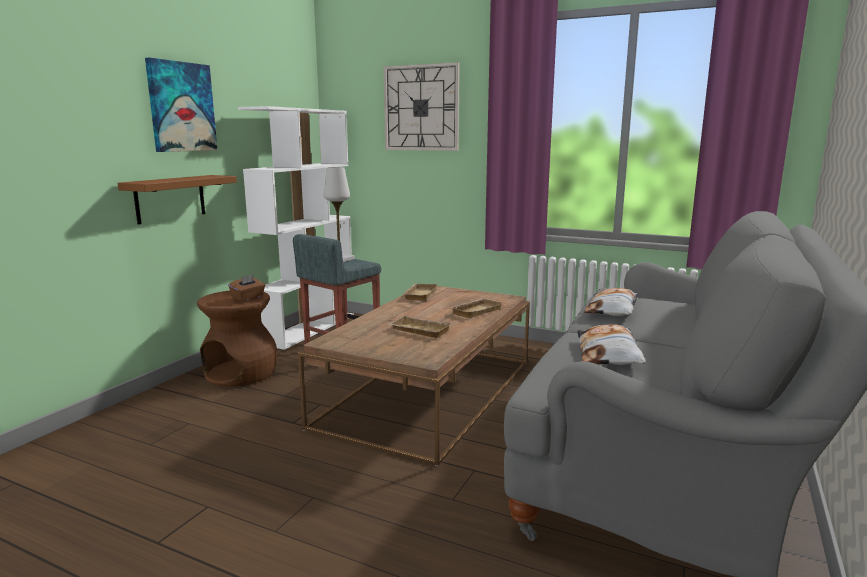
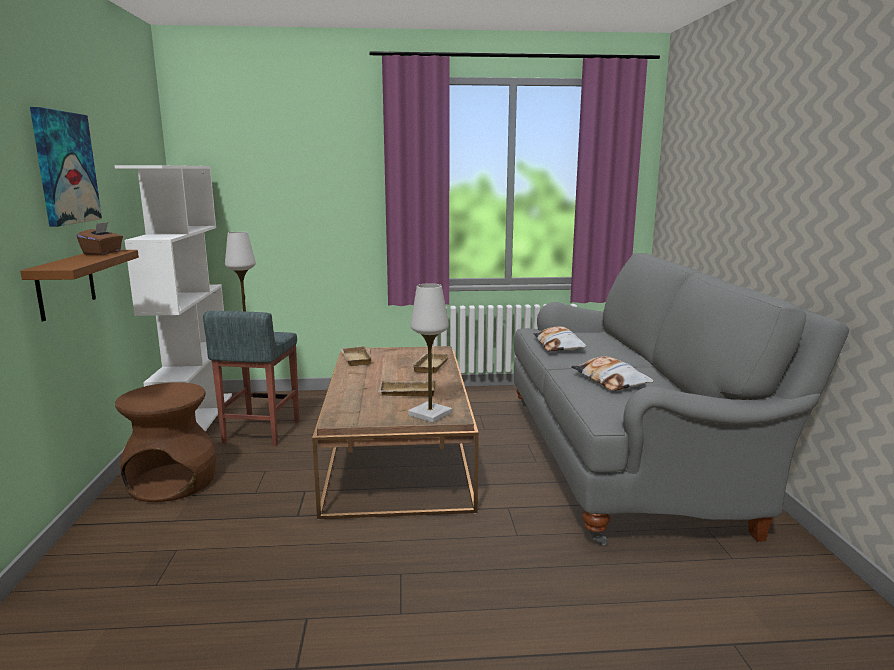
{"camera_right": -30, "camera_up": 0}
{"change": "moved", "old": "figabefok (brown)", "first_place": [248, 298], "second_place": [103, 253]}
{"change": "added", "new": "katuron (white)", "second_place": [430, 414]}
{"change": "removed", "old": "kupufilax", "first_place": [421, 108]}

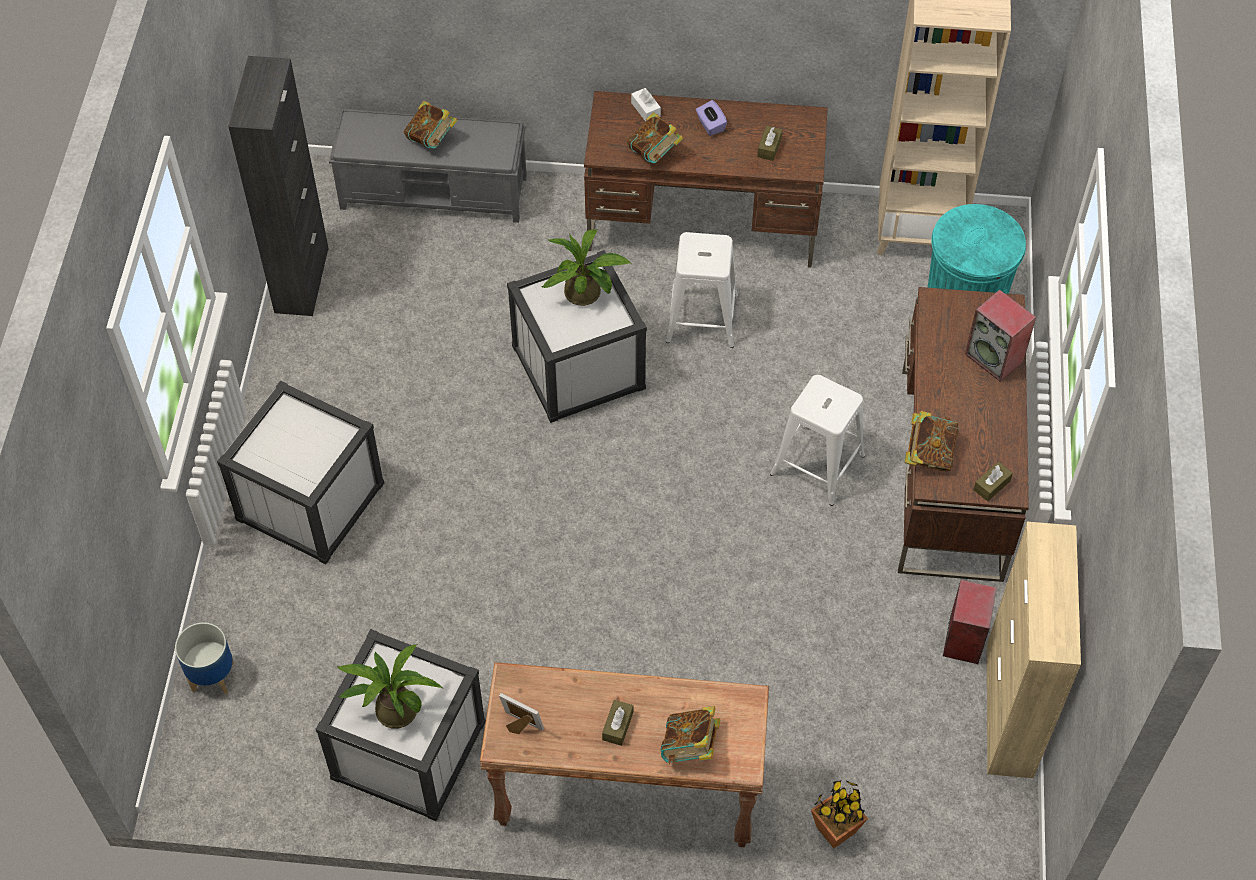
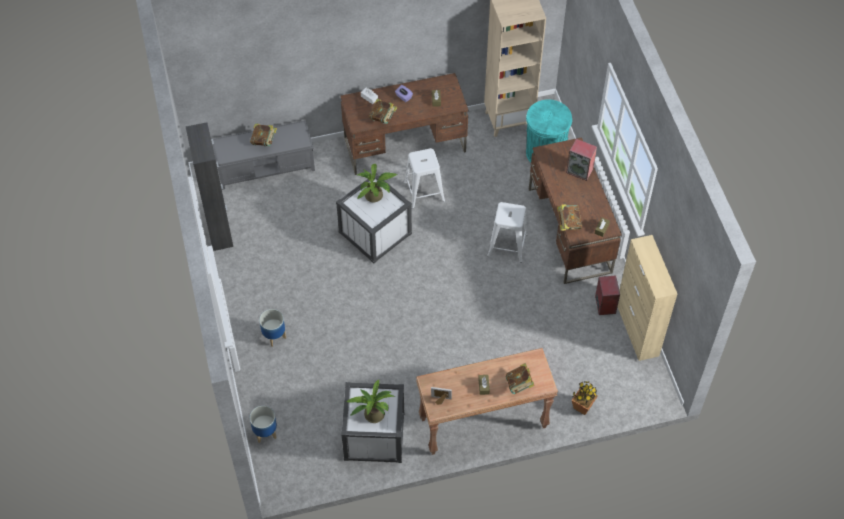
{"camera_right": -20, "camera_up": 0}
{"change": "replaced", "old": "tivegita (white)", "new": "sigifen", "first_place": [310, 501], "second_place": [274, 336]}

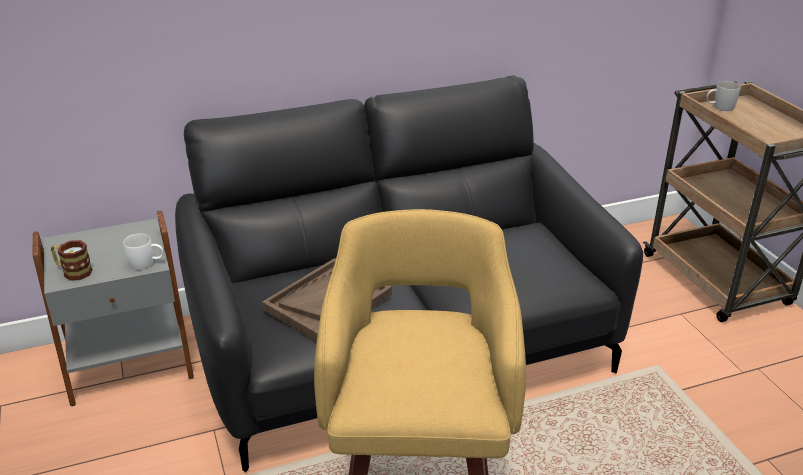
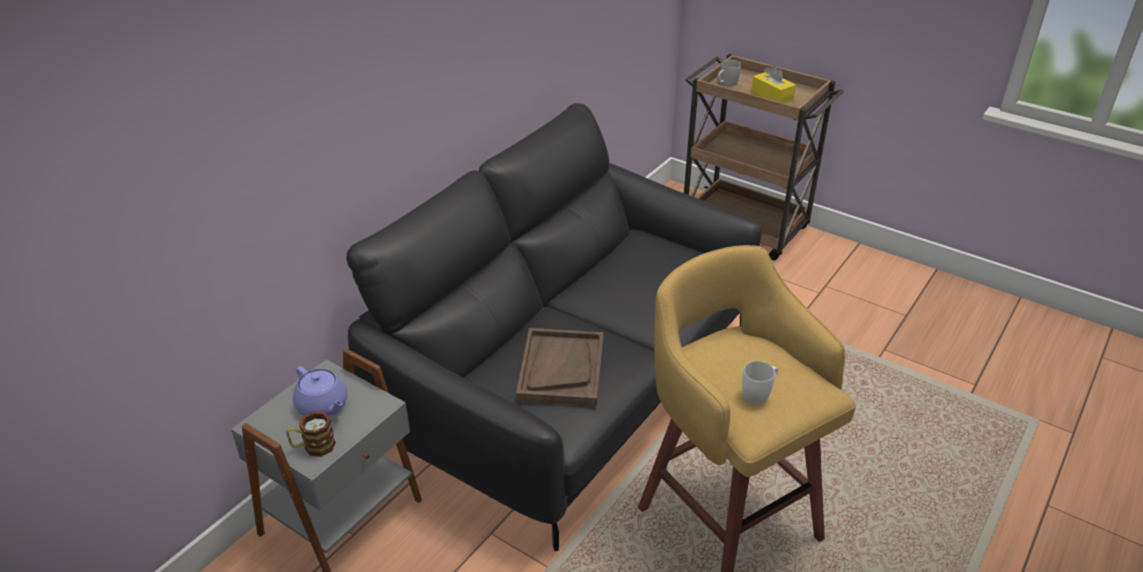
{"camera_right": -35, "camera_up": 5}
{"change": "added", "new": "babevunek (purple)", "second_place": [323, 406]}
{"change": "moved", "old": "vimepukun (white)", "first_place": [147, 264], "second_place": [759, 392]}
{"change": "added", "new": "figabefok (yellow)", "second_place": [772, 96]}

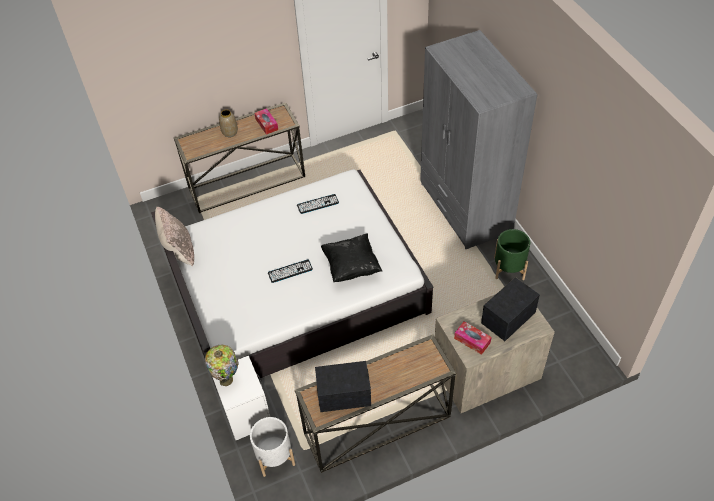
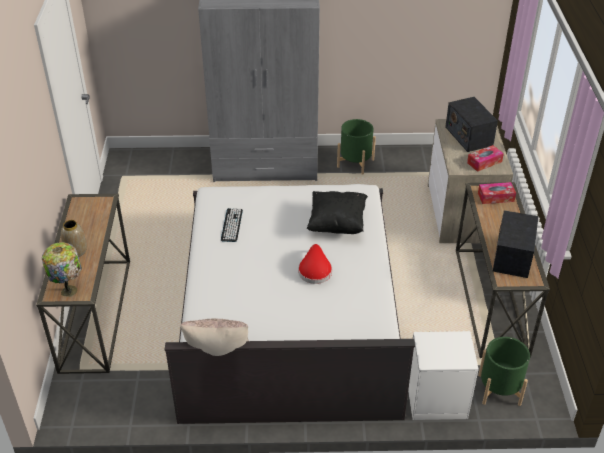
{"camera_right": -70, "camera_up": -10}
{"change": "moved", "old": "katuron", "first_place": [227, 379], "second_place": [69, 290]}
{"change": "replaced", "old": "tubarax", "new": "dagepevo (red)", "first_place": [290, 271], "second_place": [314, 270]}
{"change": "moved", "old": "figabefok", "first_place": [266, 124], "second_place": [495, 197]}
{"change": "recoloured", "old": "sigifen (white)", "new": "sigifen (green)", "first_place": [274, 456], "second_place": [499, 389]}

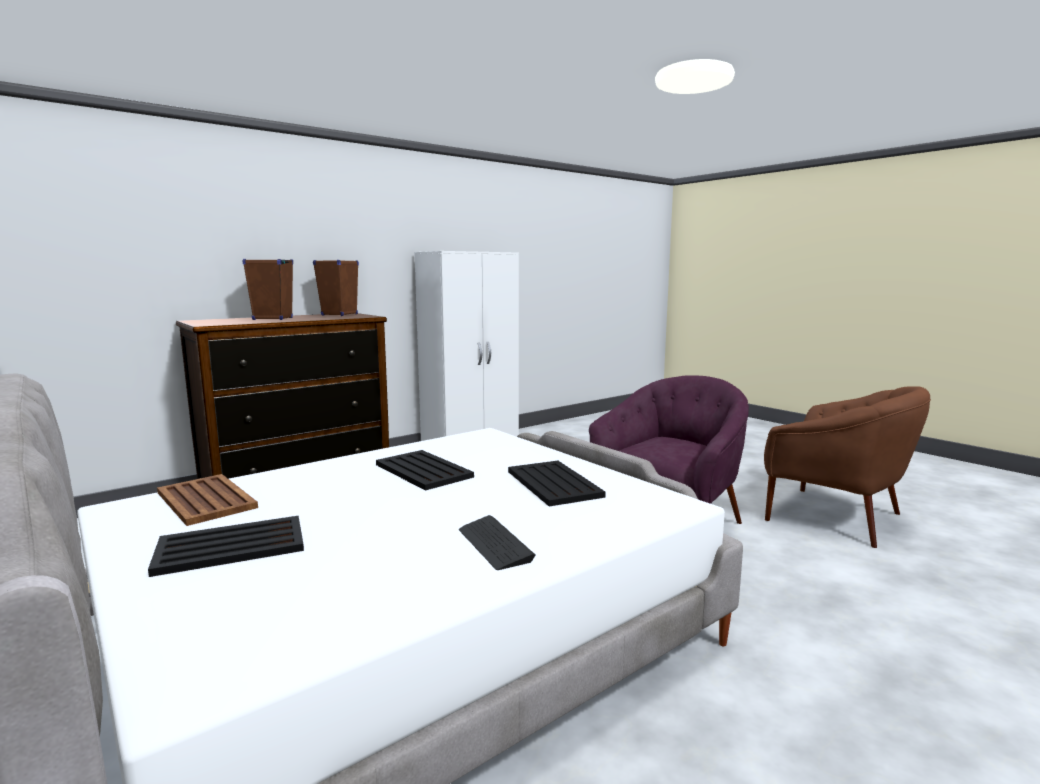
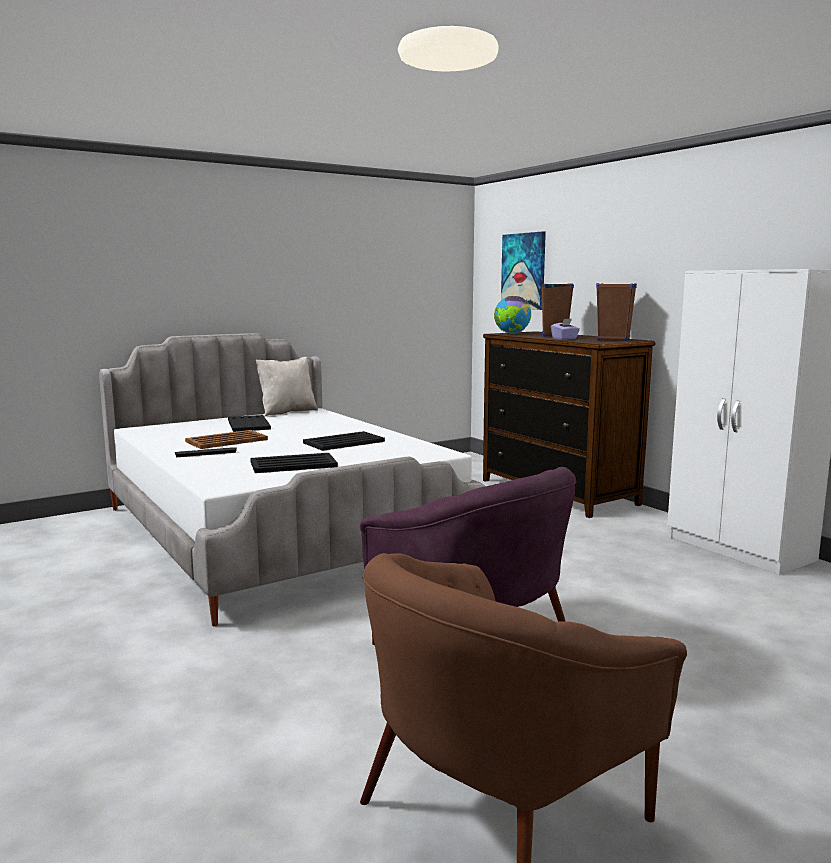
{"camera_right": 95, "camera_up": 0}
{"change": "moved", "old": "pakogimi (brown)", "first_place": [206, 499], "second_place": [227, 440]}
{"change": "added", "new": "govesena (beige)", "second_place": [287, 412]}
{"change": "added", "new": "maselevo", "second_place": [512, 333]}
{"change": "added", "new": "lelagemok", "second_place": [523, 271]}
{"change": "added", "new": "figabefok (purple)", "second_place": [565, 339]}

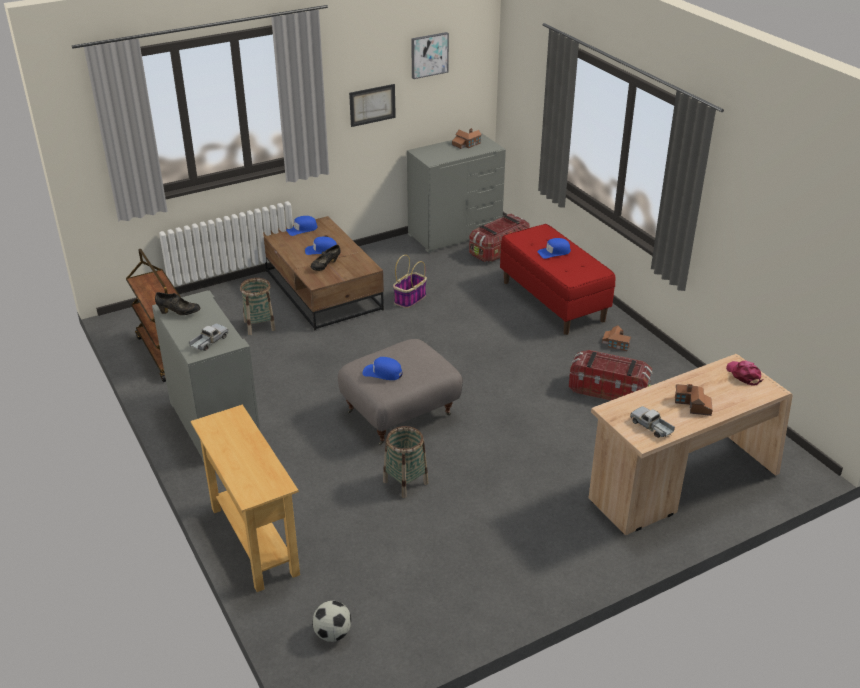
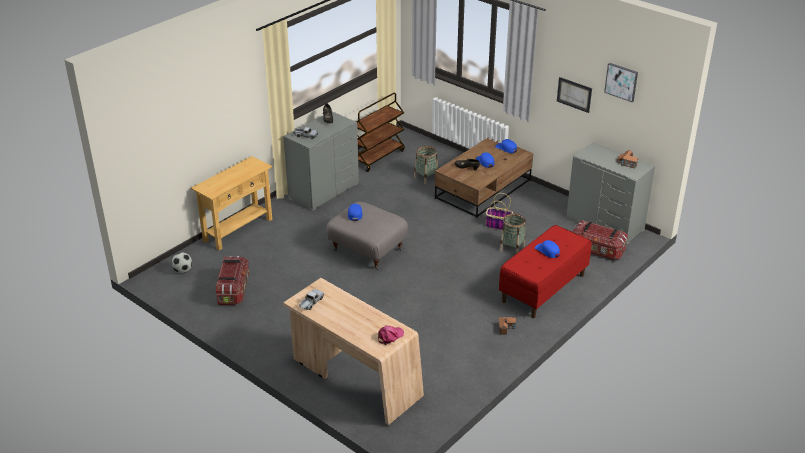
{"camera_right": 70, "camera_up": 0}
{"change": "moved", "old": "tivegita", "first_place": [608, 390], "second_place": [233, 290]}
{"change": "moved", "old": "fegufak", "first_place": [405, 482], "second_place": [512, 248]}
{"change": "removed", "old": "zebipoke", "first_place": [693, 405]}

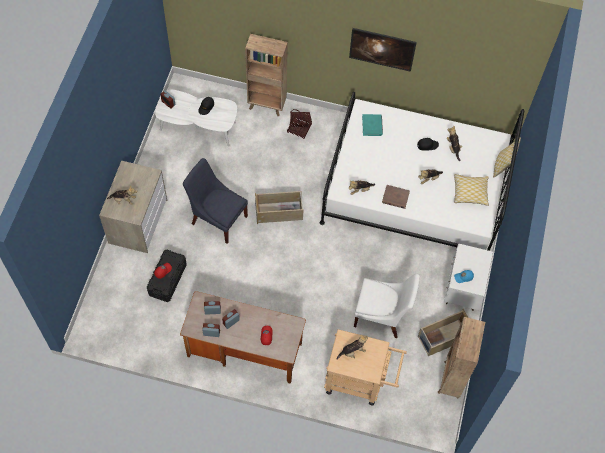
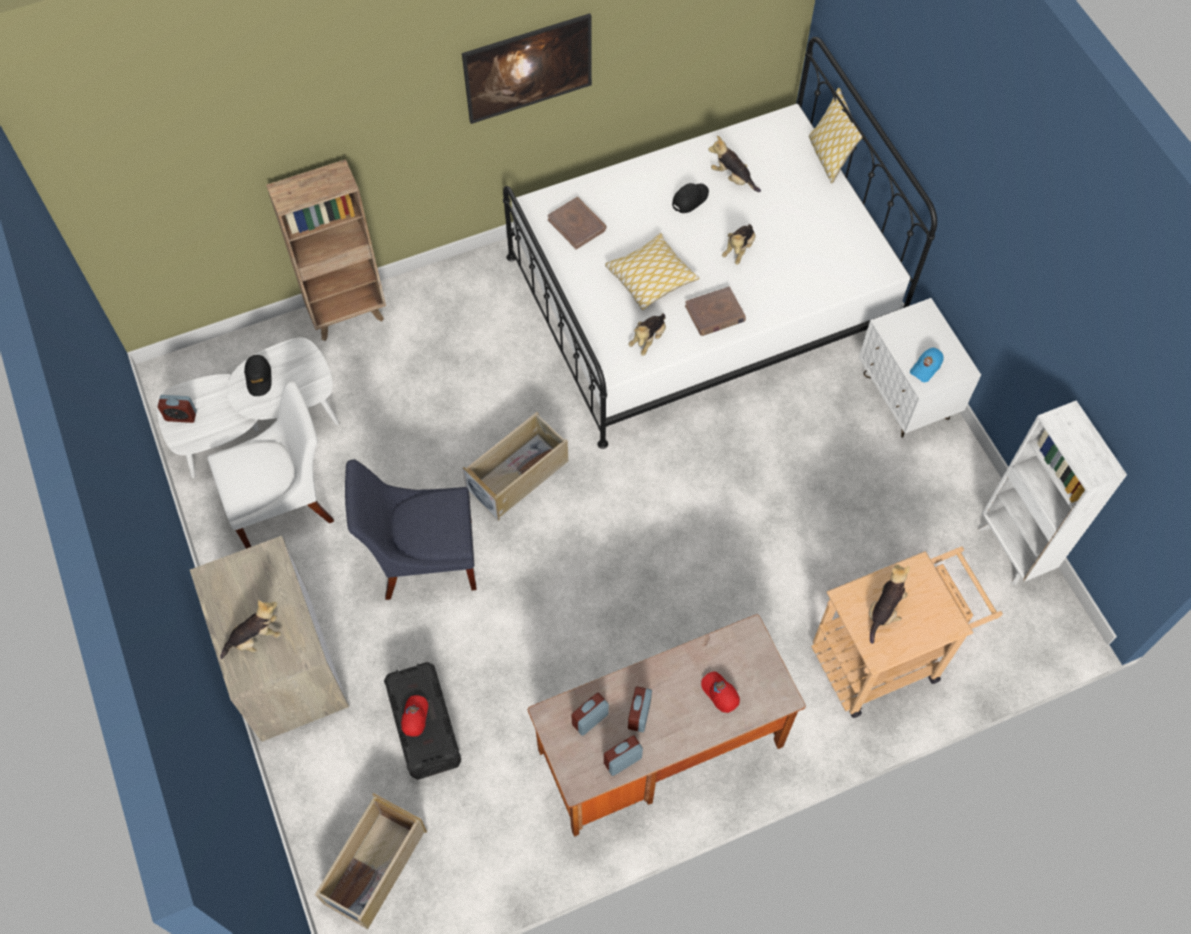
{"camera_right": -35, "camera_up": 0}
{"change": "moved", "old": "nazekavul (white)", "first_place": [382, 316], "second_place": [285, 503]}
{"change": "moved", "old": "tivegita (beige)", "first_place": [444, 337], "second_place": [374, 868]}
{"change": "recoloured", "old": "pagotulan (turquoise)", "new": "pagotulan (brown)", "first_place": [372, 126], "second_place": [577, 224]}
{"change": "moved", "old": "govesena", "first_place": [470, 192], "second_place": [651, 278]}
{"change": "recoloured", "old": "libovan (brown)", "new": "libovan (white)", "first_place": [451, 380], "second_place": [1013, 550]}
{"change": "removed", "old": "fegufak", "first_place": [299, 129]}

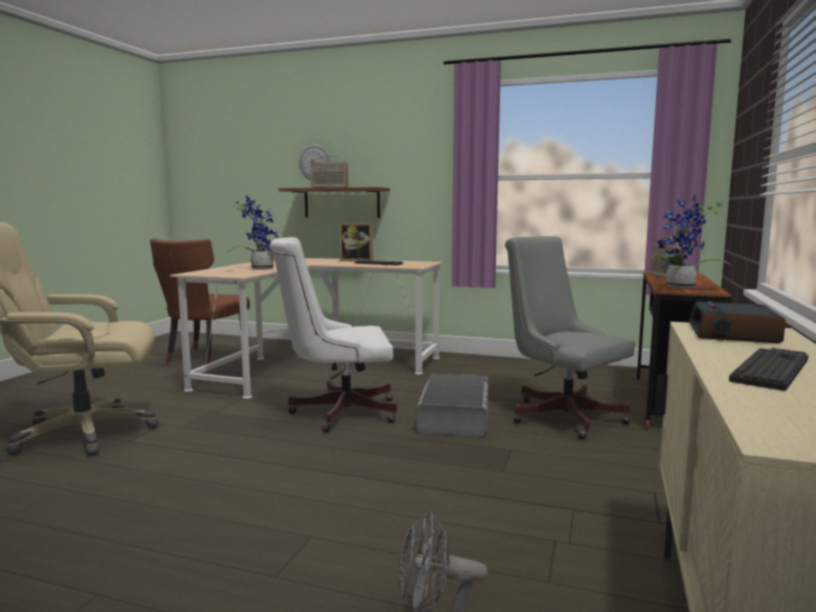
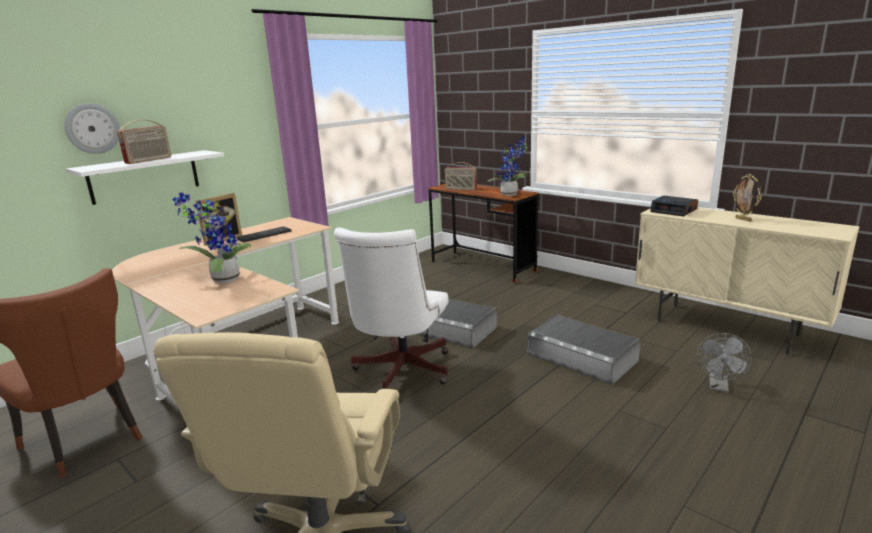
{"camera_right": -65, "camera_up": 10}
{"change": "recoloured", "old": "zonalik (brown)", "new": "zonalik (white)", "first_place": [341, 203], "second_place": [144, 176]}
{"change": "added", "new": "tivegita (grey)", "second_place": [582, 357]}
{"change": "replaced", "old": "tubarax", "new": "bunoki", "first_place": [770, 369], "second_place": [743, 219]}
{"change": "removed", "old": "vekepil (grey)", "first_place": [560, 414]}

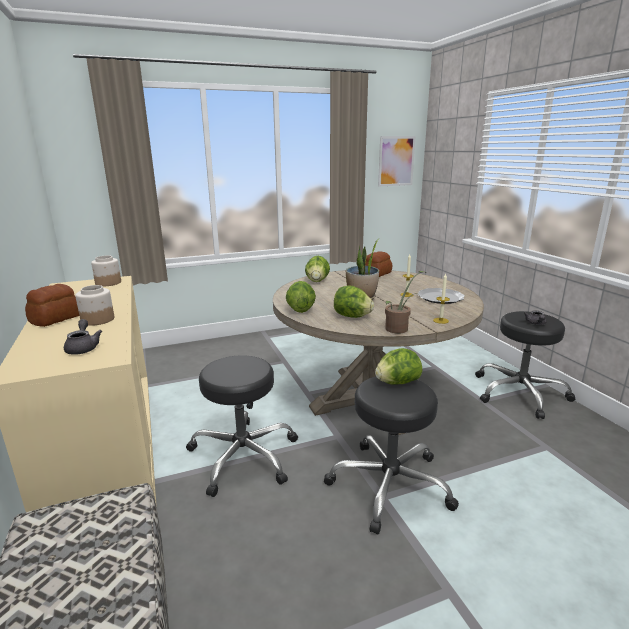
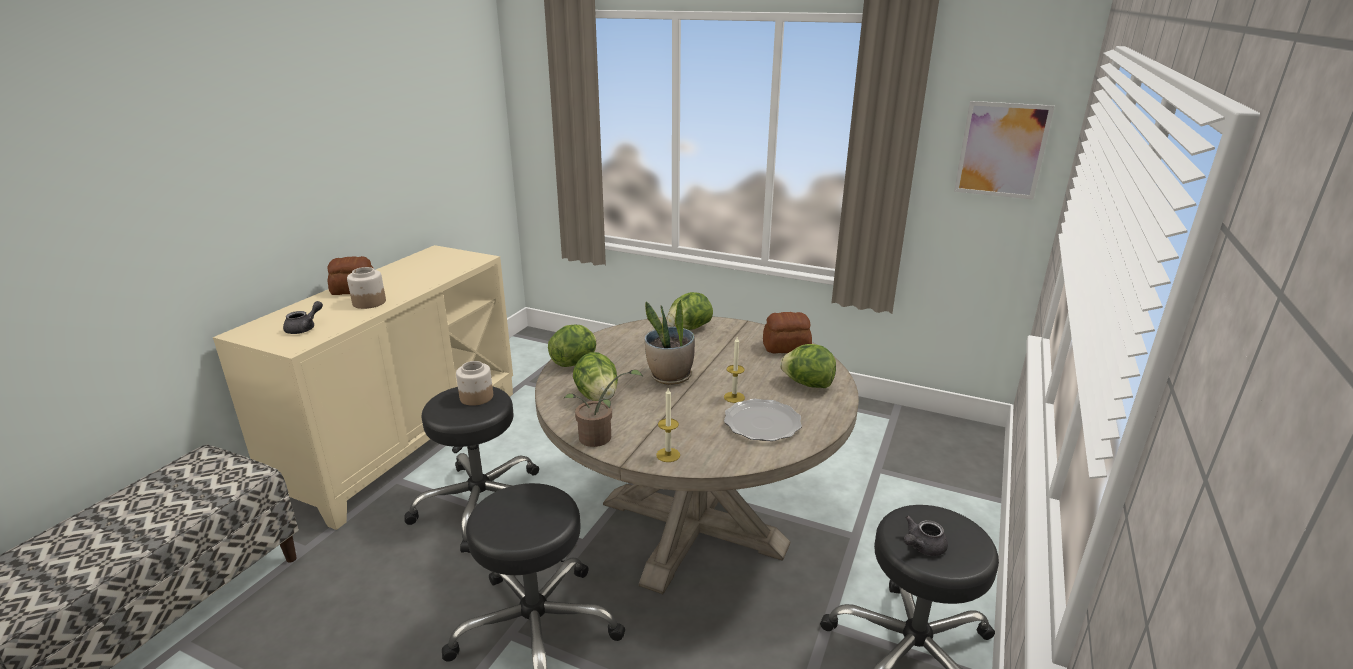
{"camera_right": 45, "camera_up": 5}
{"change": "moved", "old": "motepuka", "first_place": [108, 283], "second_place": [476, 397]}
{"change": "moved", "old": "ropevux", "first_place": [397, 383], "second_place": [807, 384]}

